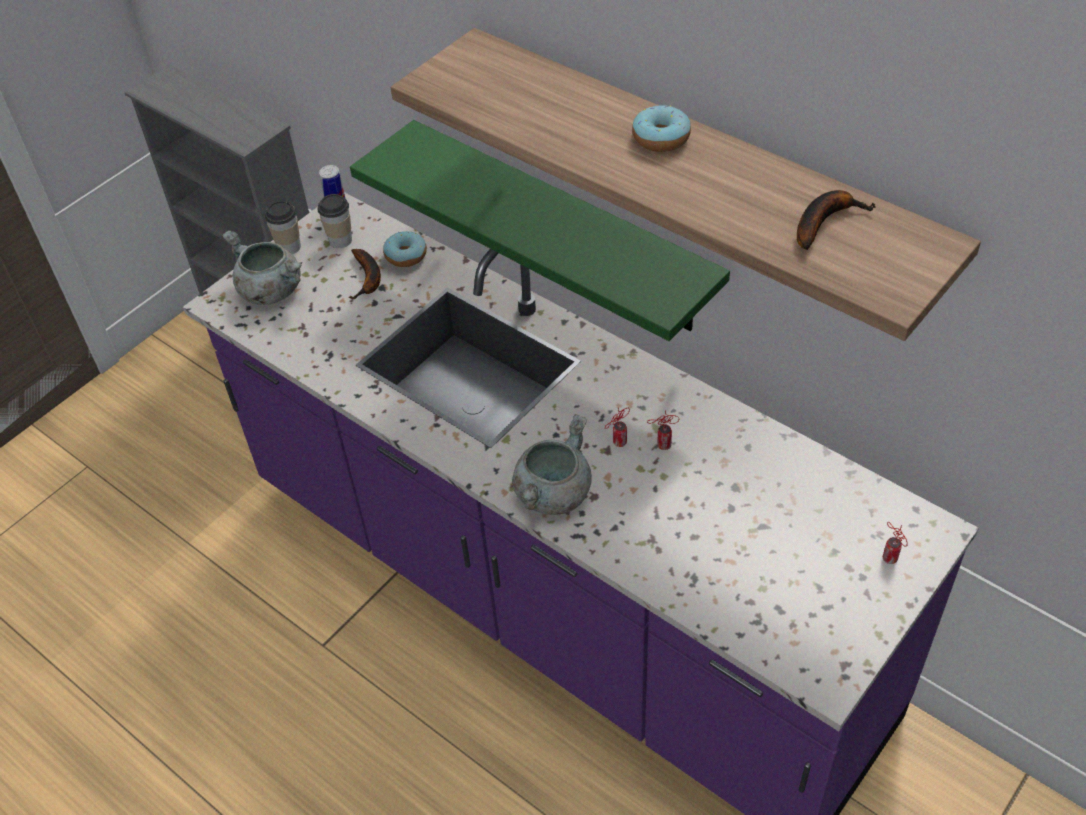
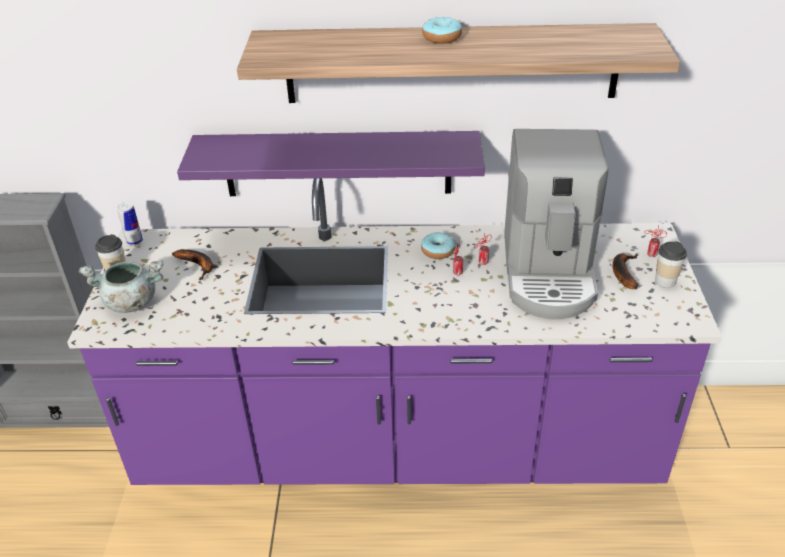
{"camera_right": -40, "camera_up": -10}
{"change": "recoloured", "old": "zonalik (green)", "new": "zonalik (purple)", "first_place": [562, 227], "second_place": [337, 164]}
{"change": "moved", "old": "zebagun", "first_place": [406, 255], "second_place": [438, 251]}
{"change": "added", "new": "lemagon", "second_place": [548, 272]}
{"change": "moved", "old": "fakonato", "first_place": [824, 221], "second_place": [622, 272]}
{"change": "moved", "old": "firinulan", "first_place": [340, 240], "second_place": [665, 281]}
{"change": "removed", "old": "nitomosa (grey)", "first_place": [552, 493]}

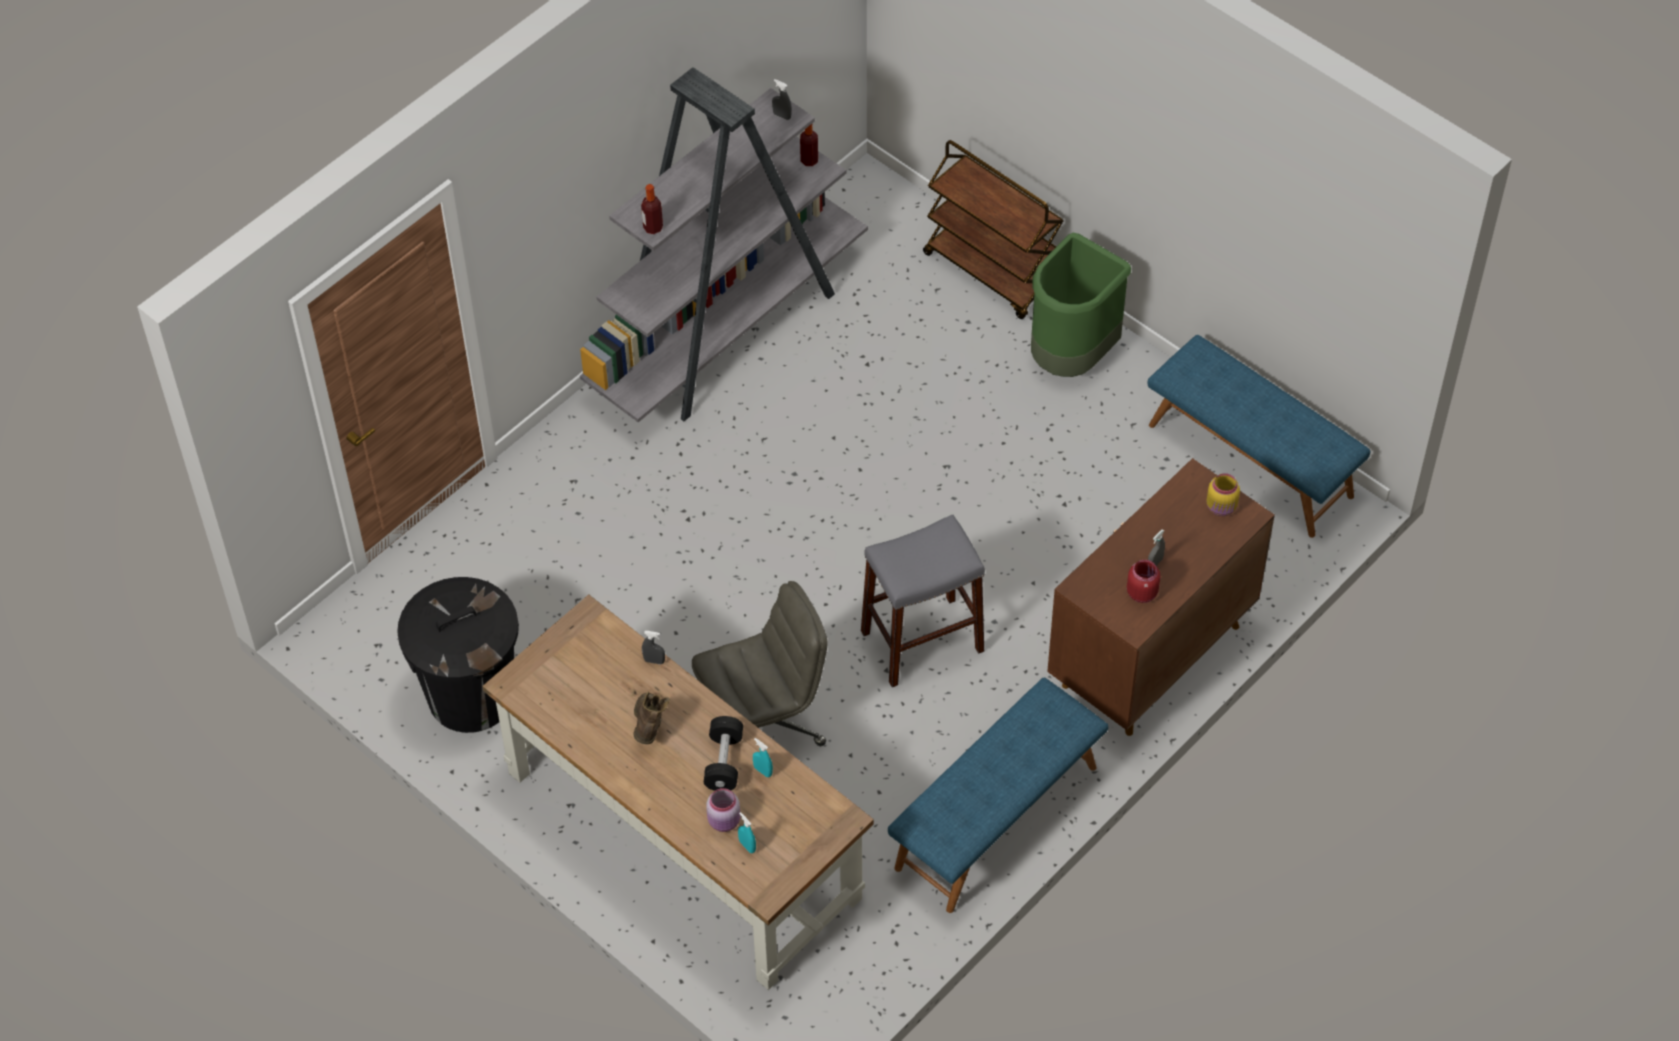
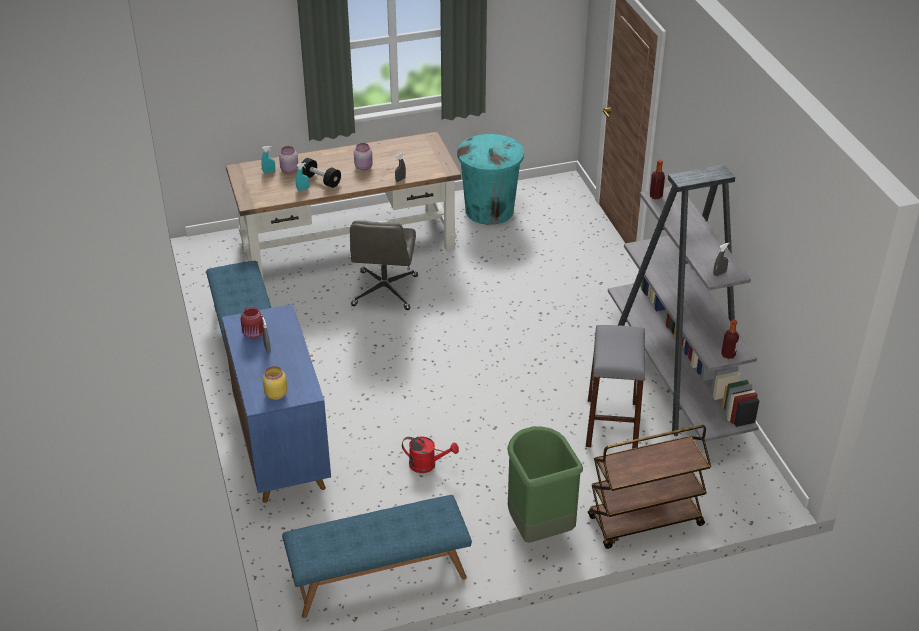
{"camera_right": 120, "camera_up": -15}
{"change": "recoloured", "old": "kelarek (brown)", "new": "kelarek (blue)", "first_place": [1150, 657], "second_place": [282, 451]}
{"change": "replaced", "old": "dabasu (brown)", "new": "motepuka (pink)", "first_place": [649, 727], "second_place": [364, 167]}
{"change": "added", "new": "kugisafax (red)", "second_place": [427, 465]}
{"change": "recoloured", "old": "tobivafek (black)", "new": "tobivafek (turquoise)", "first_place": [470, 695], "second_place": [489, 210]}
{"change": "moved", "old": "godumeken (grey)", "first_place": [922, 641], "second_place": [612, 424]}

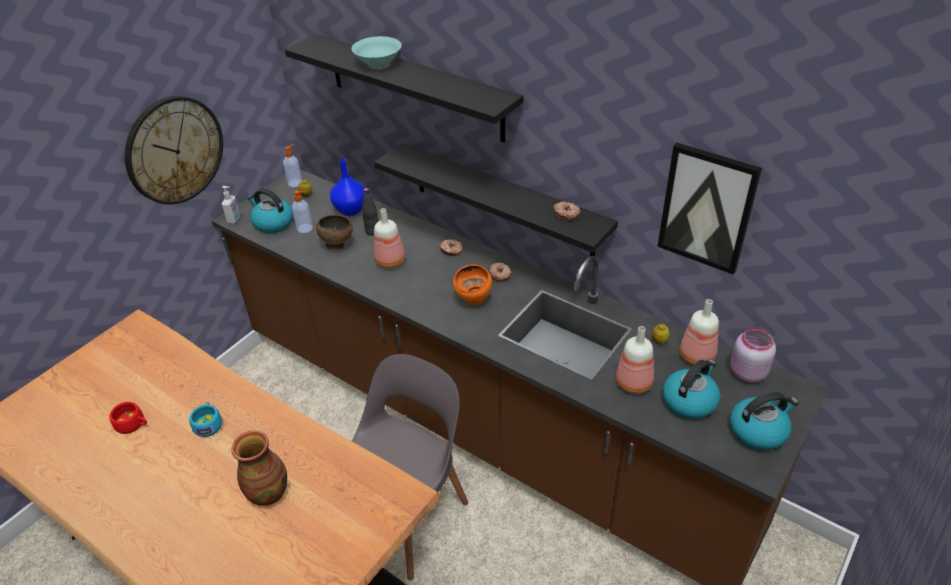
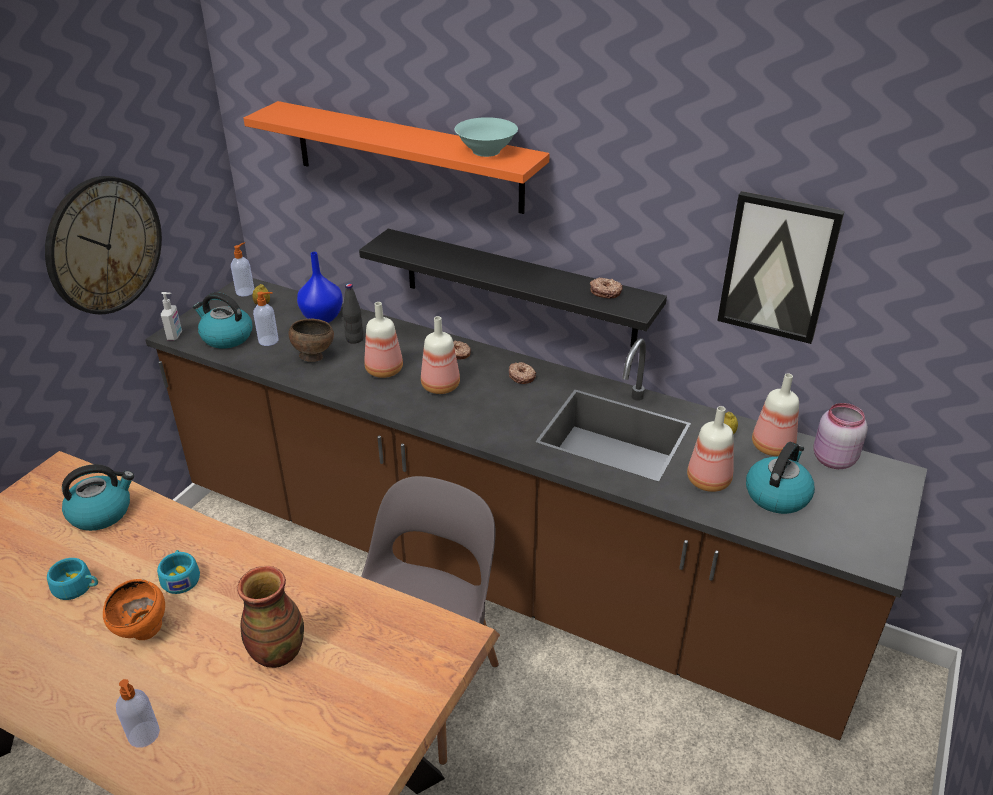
{"camera_right": -10, "camera_up": -5}
{"change": "recoloured", "old": "firinulan (red)", "new": "firinulan (turquoise)", "first_place": [133, 424], "second_place": [77, 588]}
{"change": "moved", "old": "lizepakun", "first_place": [758, 431], "second_place": [101, 512]}
{"change": "moved", "old": "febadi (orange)", "first_place": [474, 300], "second_place": [143, 632]}
{"change": "added", "new": "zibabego", "second_place": [144, 735]}
{"change": "recoloured", "old": "zonalik (black)", "new": "zonalik (orange)", "first_place": [414, 87], "second_place": [407, 157]}
{"change": "added", "new": "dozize", "second_place": [441, 387]}
{"change": "moved", "old": "febadi (turquoise)", "first_place": [378, 64], "second_place": [486, 151]}

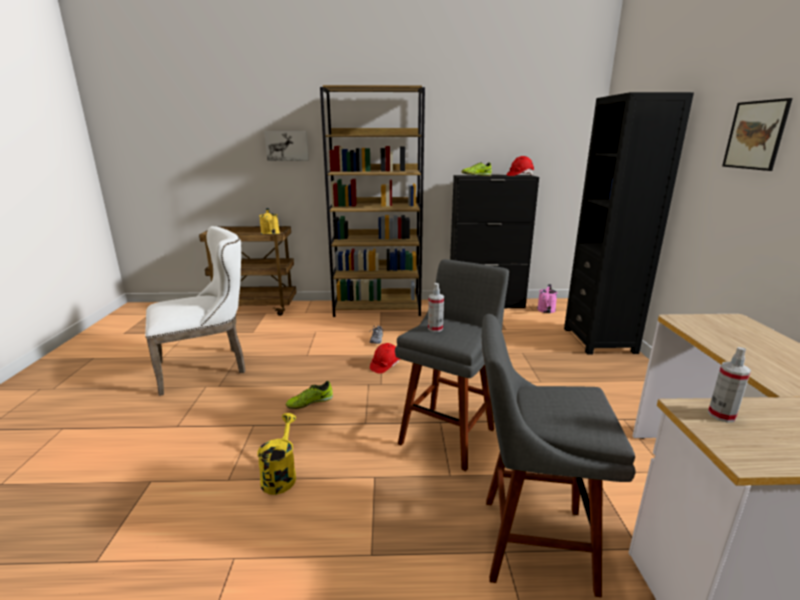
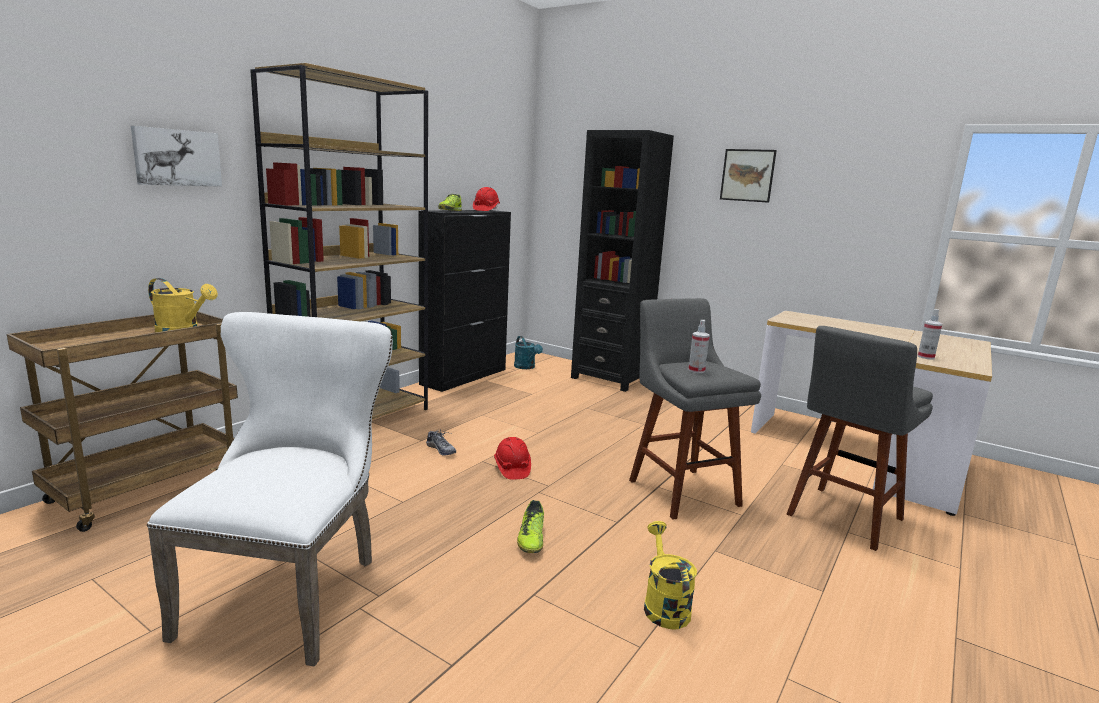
{"camera_right": -55, "camera_up": -5}
{"change": "recoloured", "old": "kugisafax (pink)", "new": "kugisafax (turquoise)", "first_place": [545, 311], "second_place": [526, 367]}
{"change": "turned", "old": "kugisafax (yellow)", "first_place": [280, 475], "second_place": [664, 605], "degrees": 45}

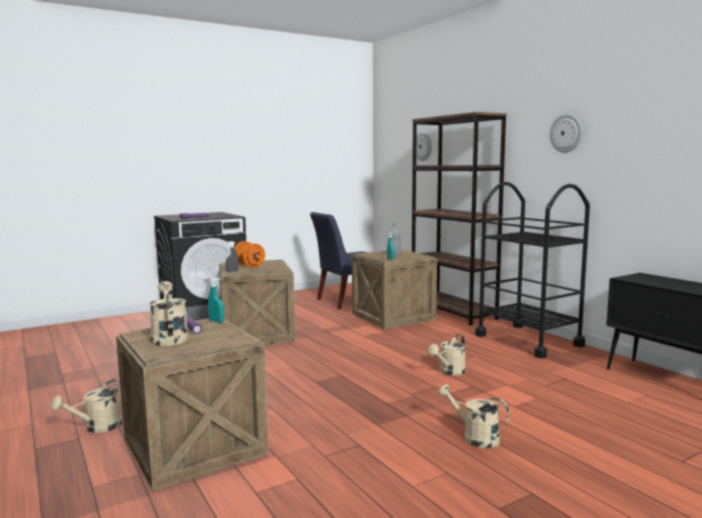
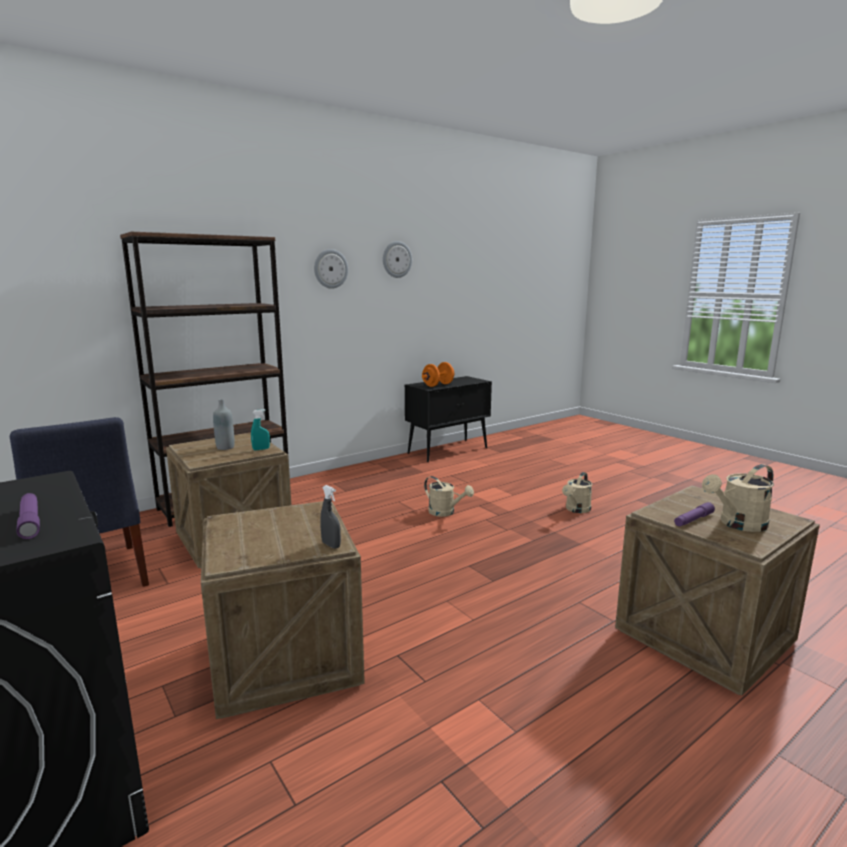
{"camera_right": -95, "camera_up": 5}
{"change": "moved", "old": "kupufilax", "first_place": [423, 146], "second_place": [396, 259]}
{"change": "moved", "old": "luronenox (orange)", "first_place": [249, 265], "second_place": [438, 385]}
{"change": "removed", "old": "kugisafax (beige)", "first_place": [97, 428]}
{"change": "removed", "old": "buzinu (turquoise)", "first_place": [216, 321]}
{"change": "removed", "old": "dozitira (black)", "first_place": [528, 340]}

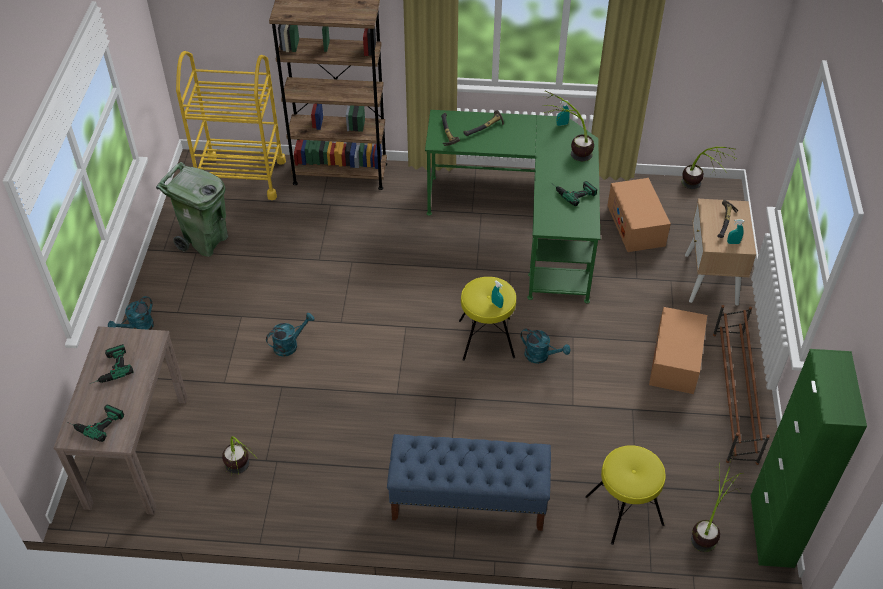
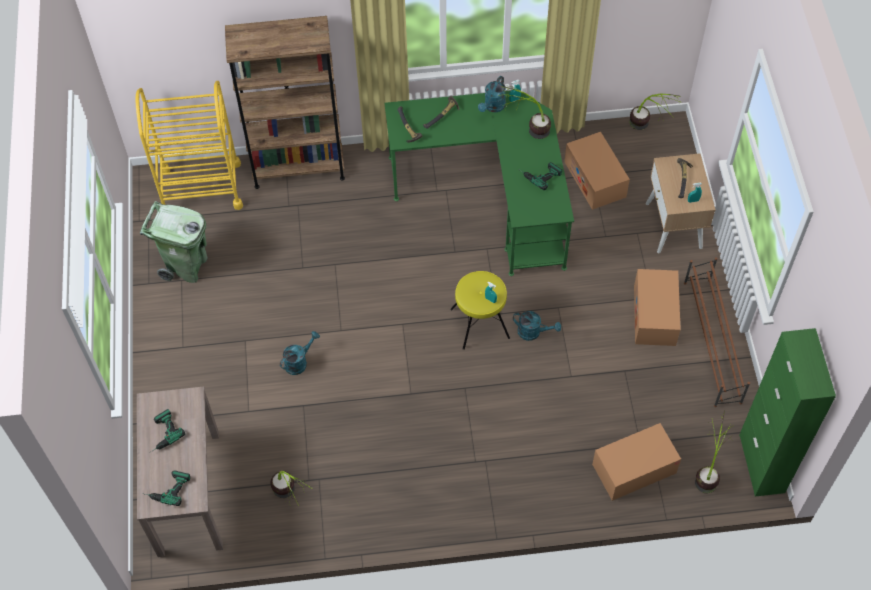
{"camera_right": -10, "camera_up": 10}
{"change": "moved", "old": "kugisafax (turquoise)", "first_place": [138, 328], "second_place": [493, 107]}
{"change": "replaced", "old": "godumeken (yellow)", "new": "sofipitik", "first_place": [624, 511], "second_place": [634, 468]}
{"change": "removed", "old": "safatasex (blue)", "first_place": [468, 501]}

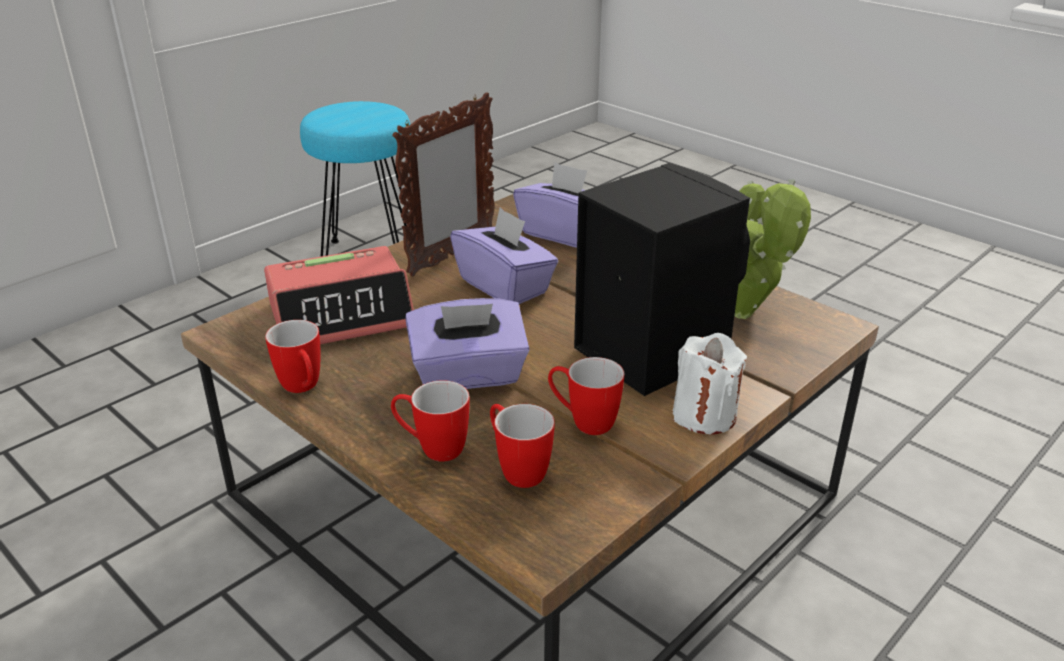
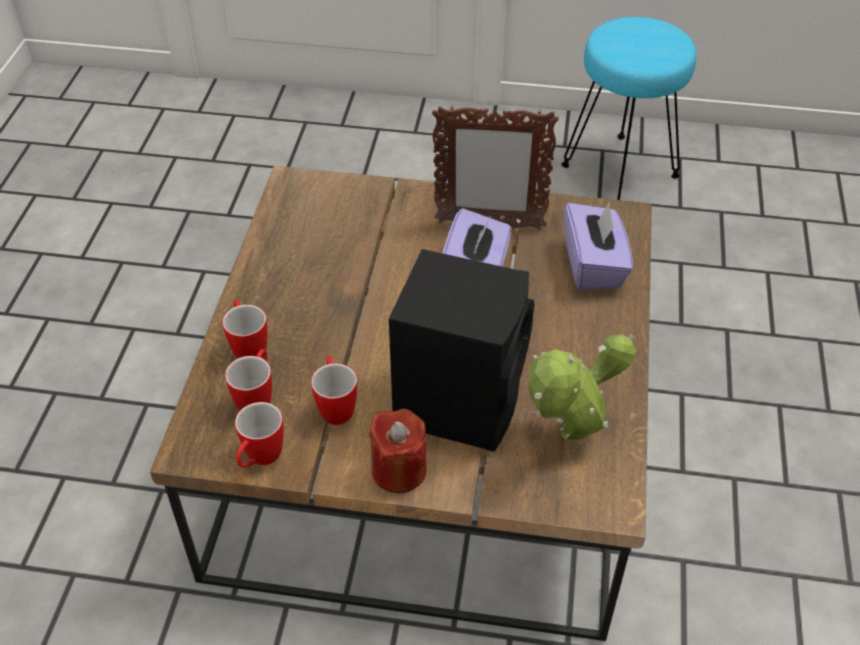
{"camera_right": 55, "camera_up": 15}
{"change": "moved", "old": "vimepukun", "first_place": [303, 389], "second_place": [260, 460]}
{"change": "recoloured", "old": "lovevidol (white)", "new": "lovevidol (red)", "first_place": [704, 415], "second_place": [399, 470]}
{"change": "removed", "old": "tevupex", "first_place": [342, 315]}
{"change": "removed", "old": "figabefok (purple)", "first_place": [469, 375]}

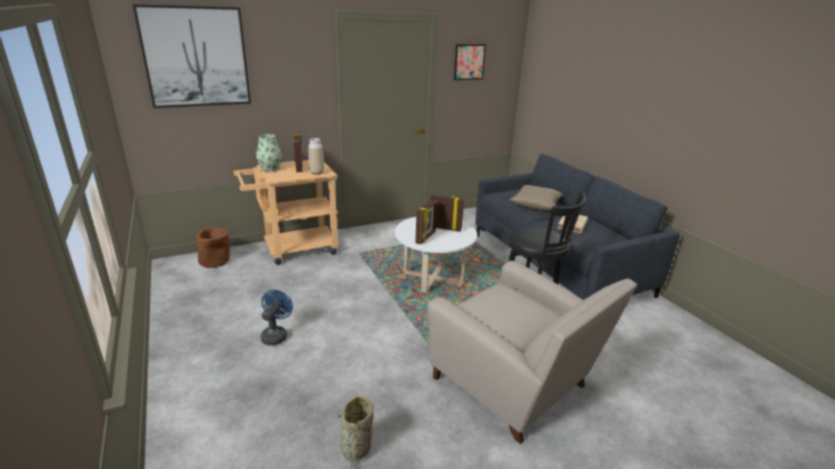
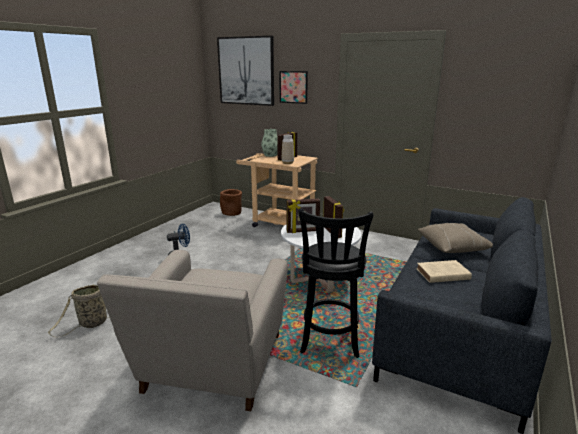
{"camera_right": 55, "camera_up": -5}
{"change": "moved", "old": "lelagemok", "first_place": [469, 62], "second_place": [293, 87]}

